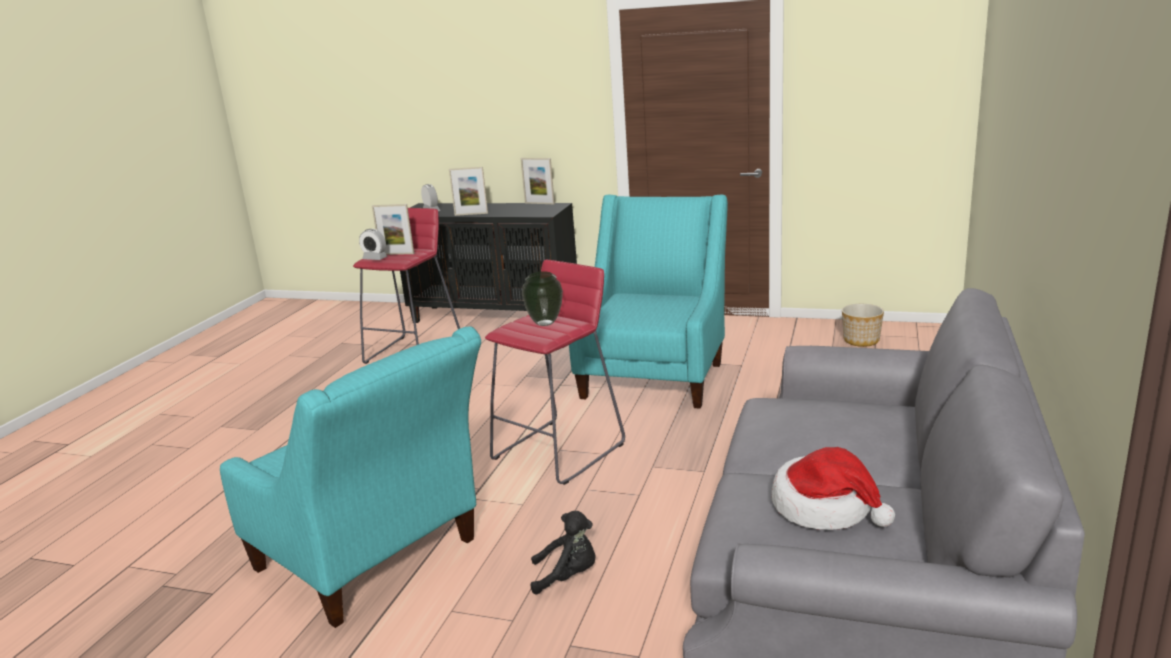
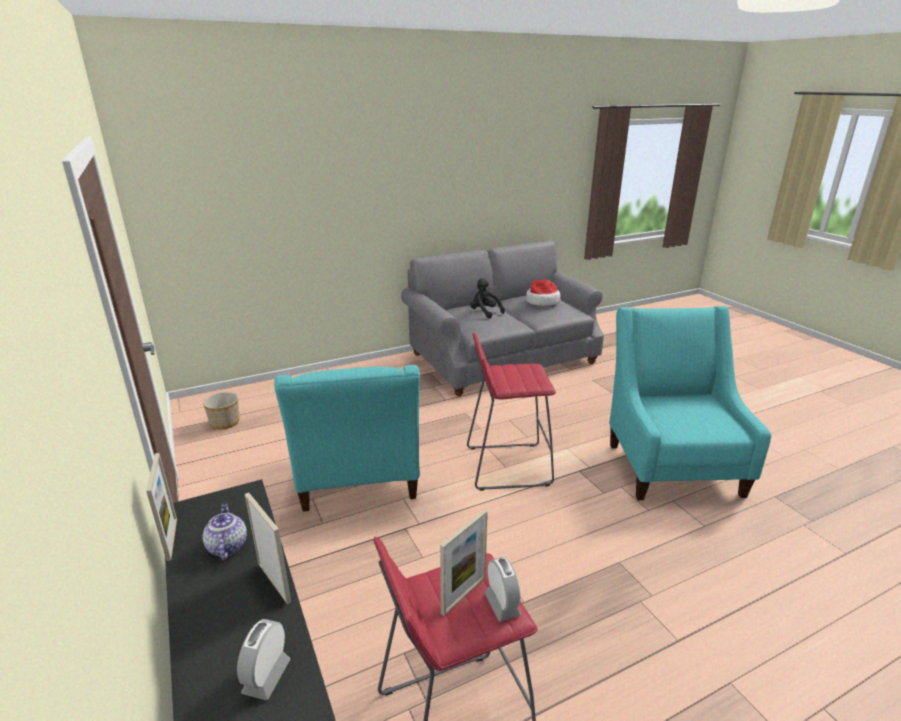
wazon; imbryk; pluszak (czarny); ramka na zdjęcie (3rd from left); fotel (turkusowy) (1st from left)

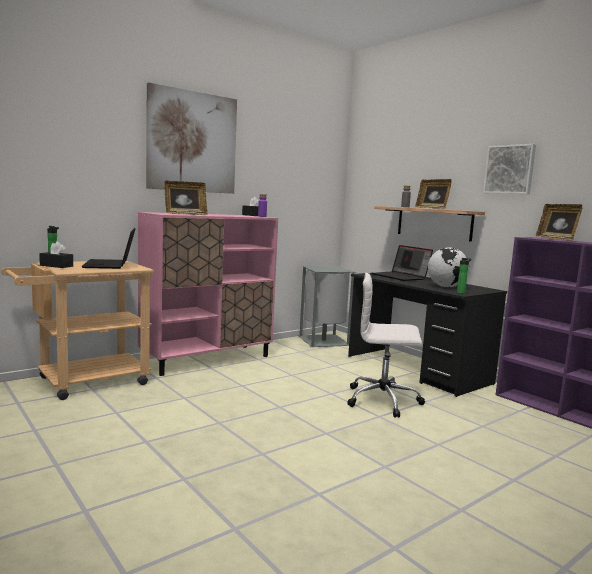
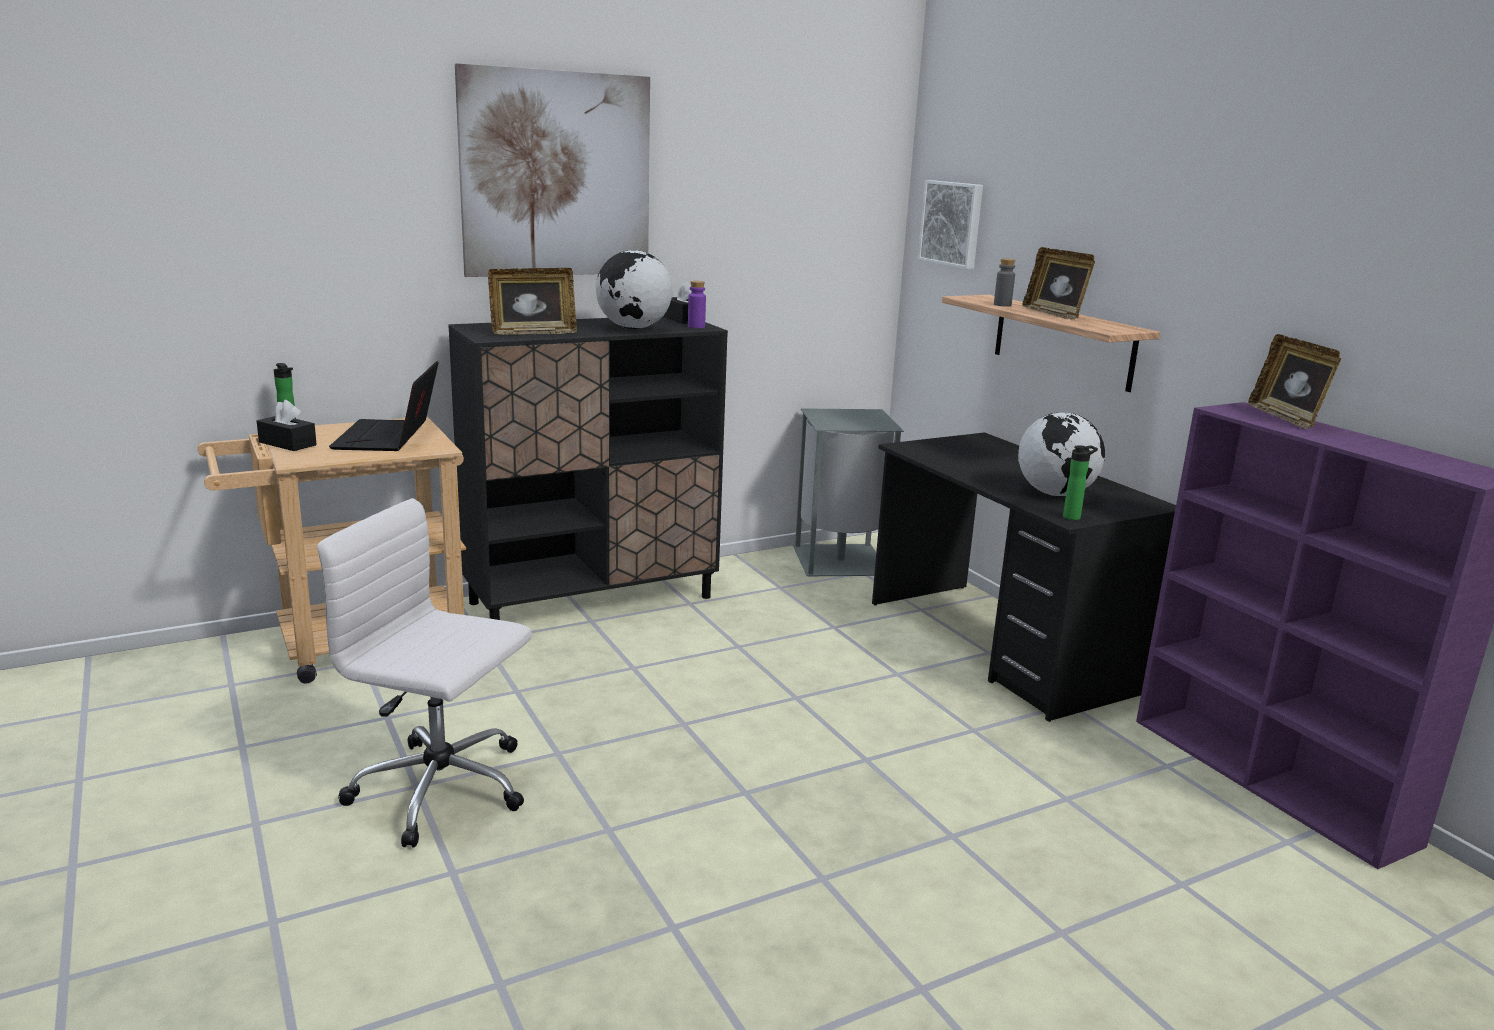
laptop (2nd from left in the first image); globus (1st from left); krzesło biurowe (biały); obraz (2nd from left); szafka (czarny)

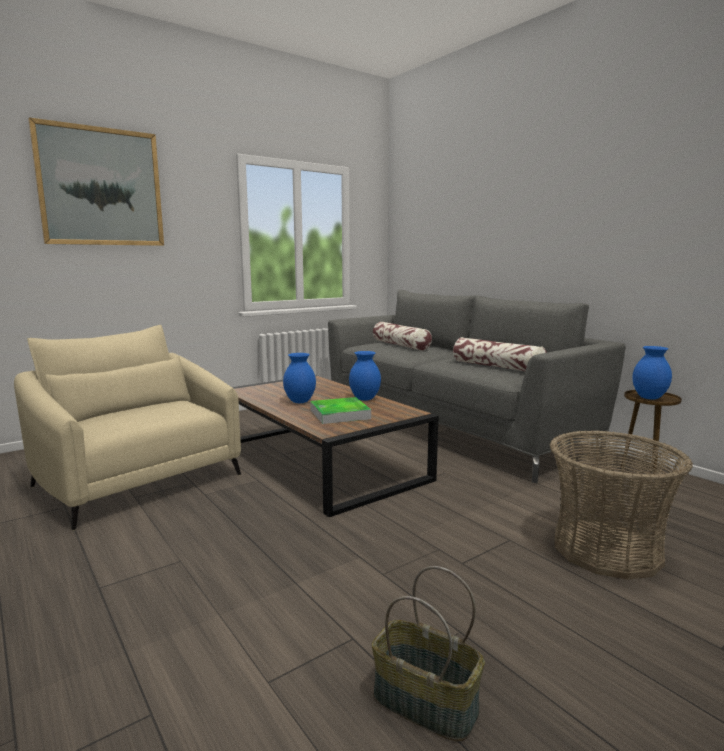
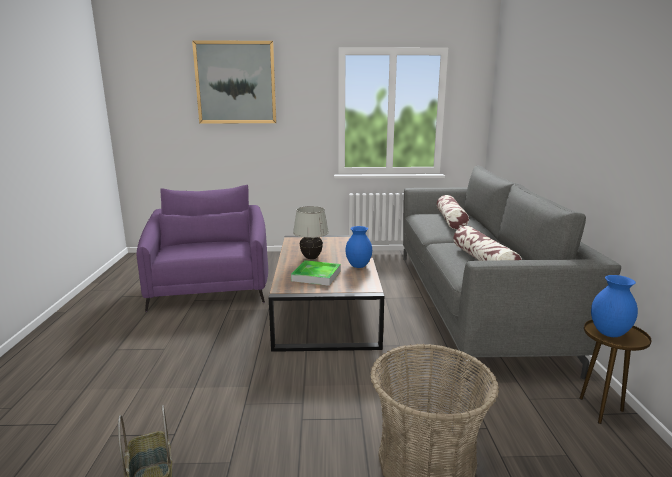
lampa stołowa (biały); fotel (fioletowy)

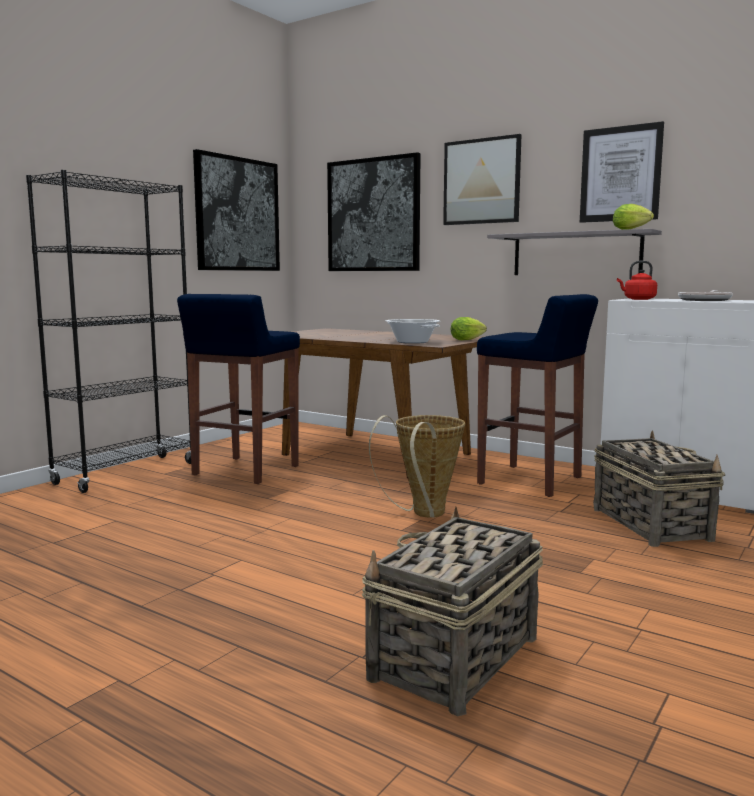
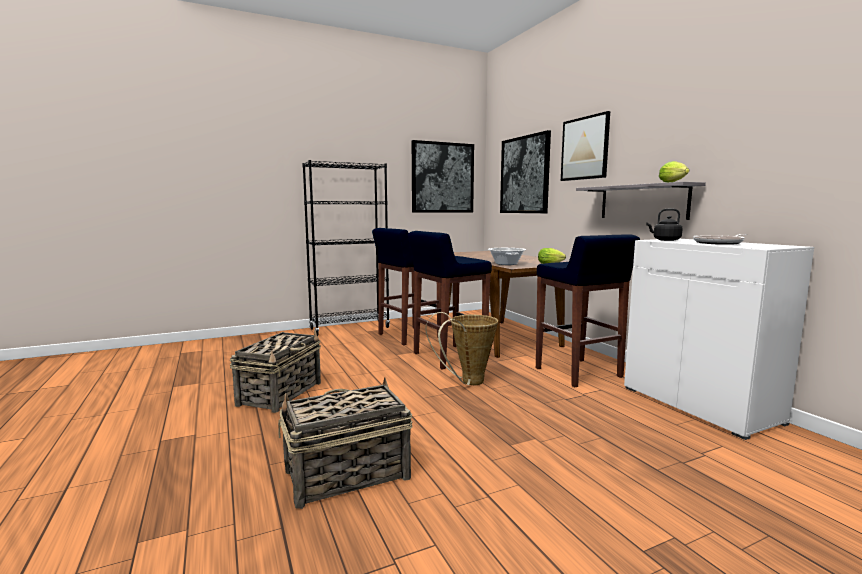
obraz (4th from left in the first image); stołek (niebieski) (2nd from left); koszyk (1st from left); czajnik (czarny)

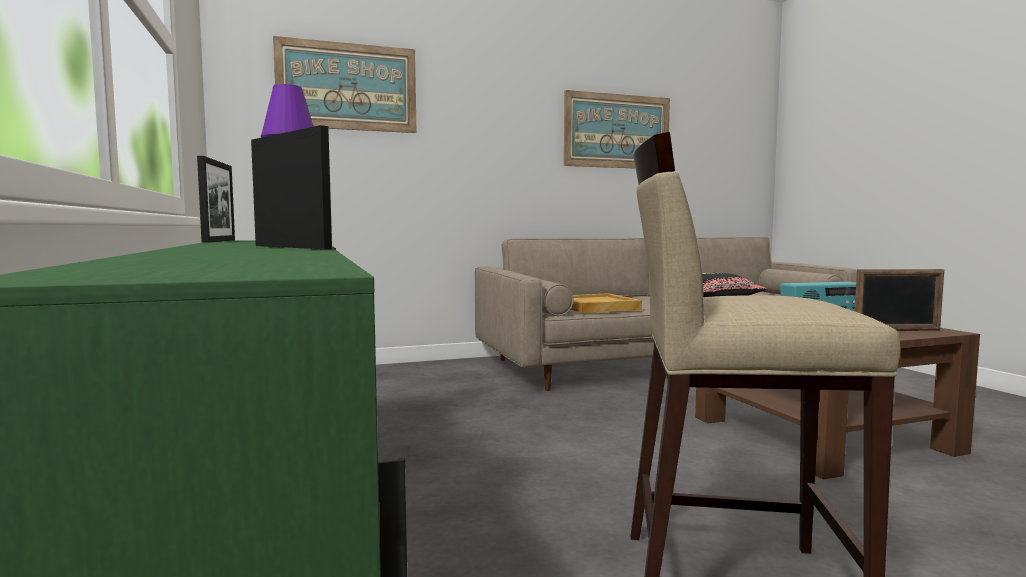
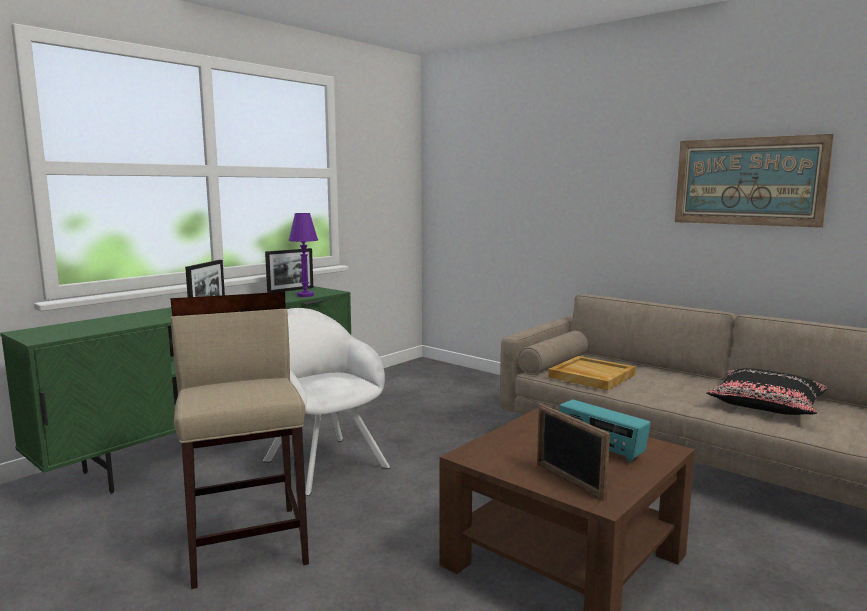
obraz (1st from left in the first image); fotel (biały)

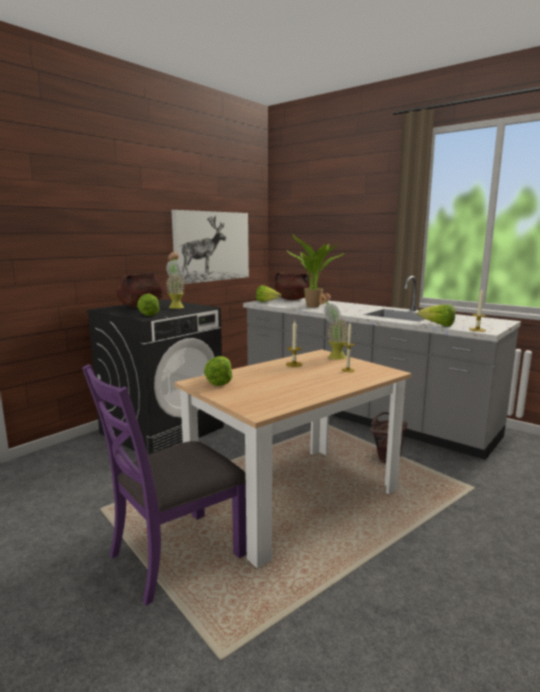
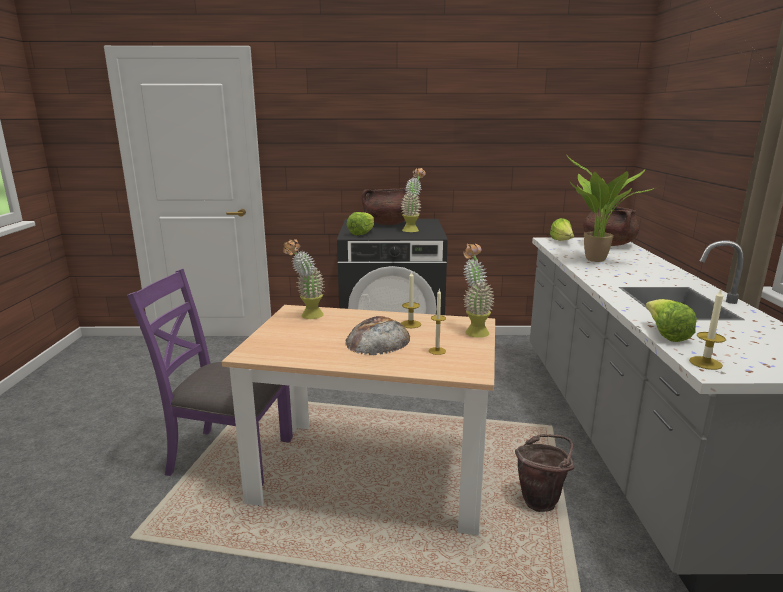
obraz; chleb; roślina doniczkowa (1st from left)

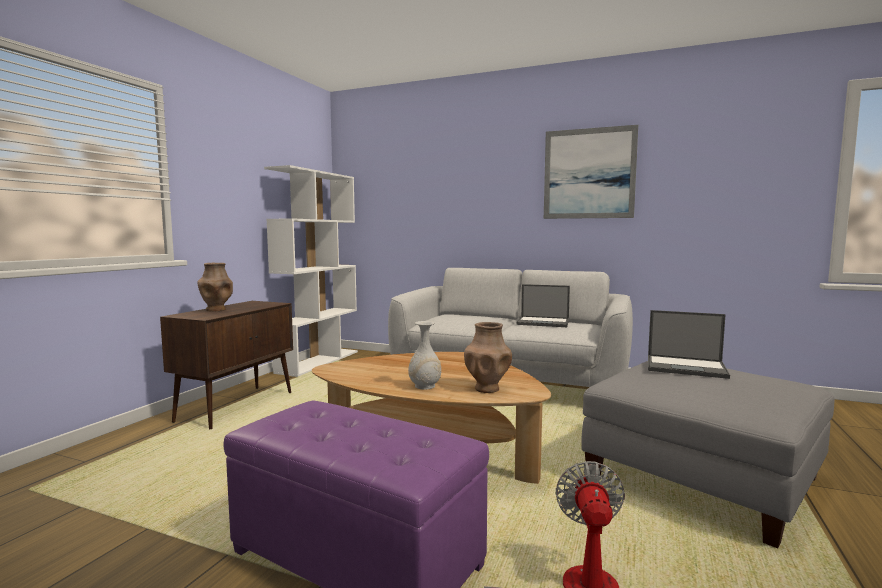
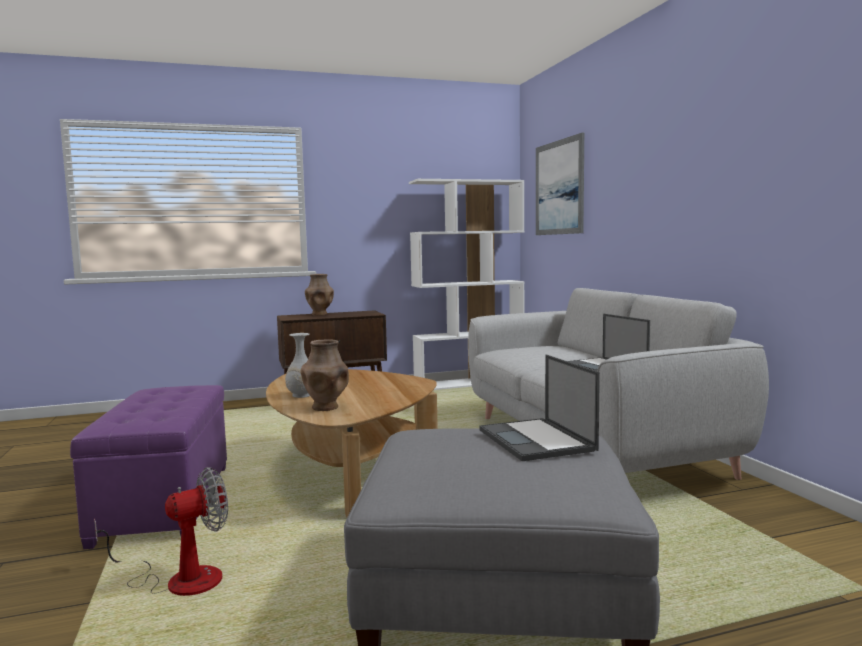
obraz

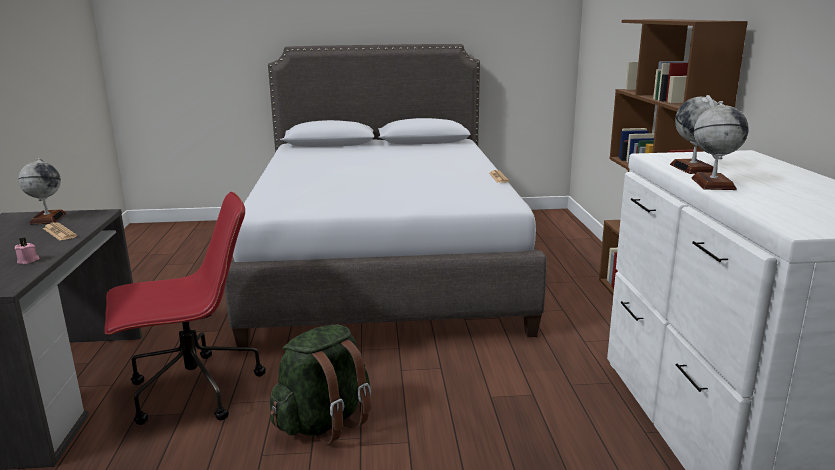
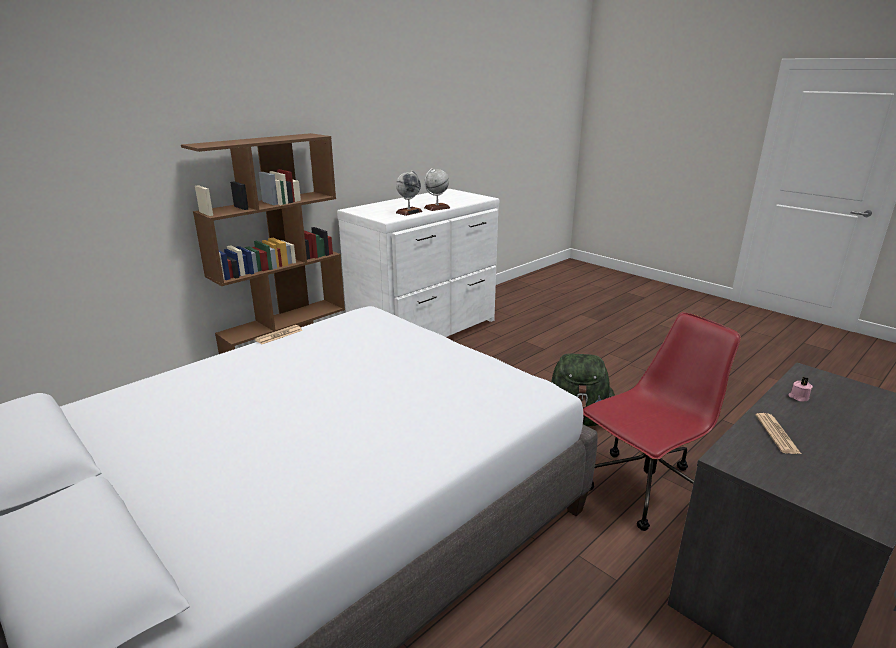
globus (1st from left in the first image); krzesło biurowe (czerwony)

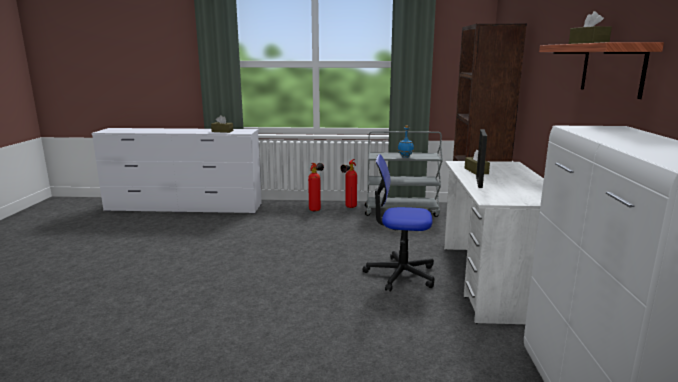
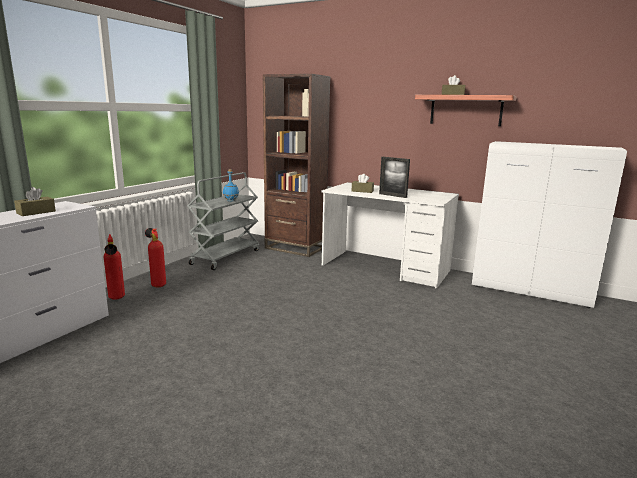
krzesło biurowe; gaśnica (1st from left)

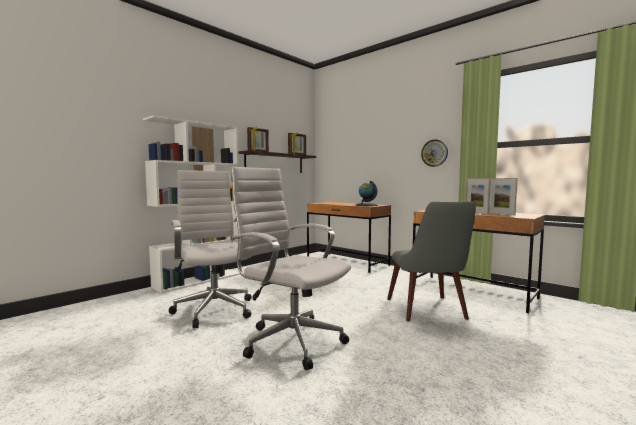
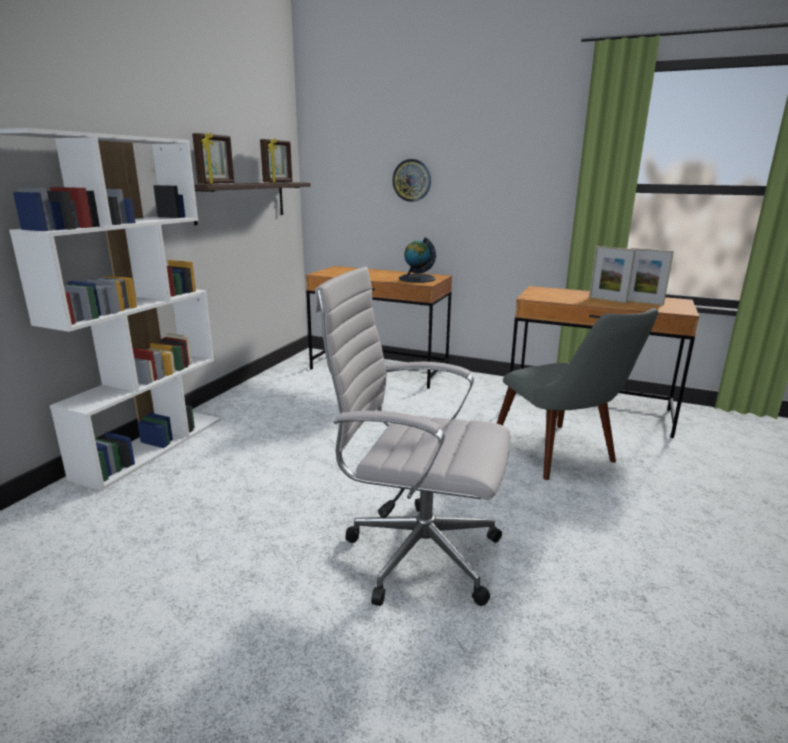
krzesło biurowe (biały) (1st from left in the first image); zegar ścienny

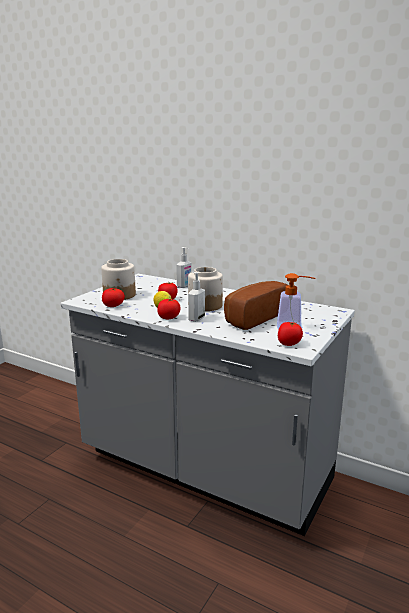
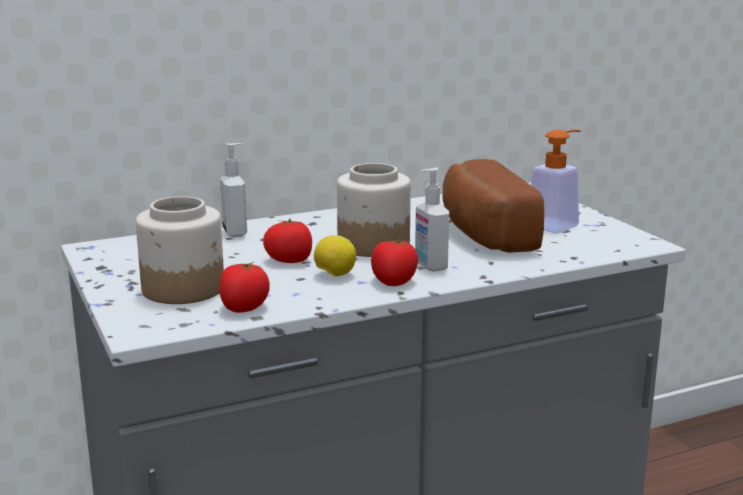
pomidor (4th from left in the first image)

